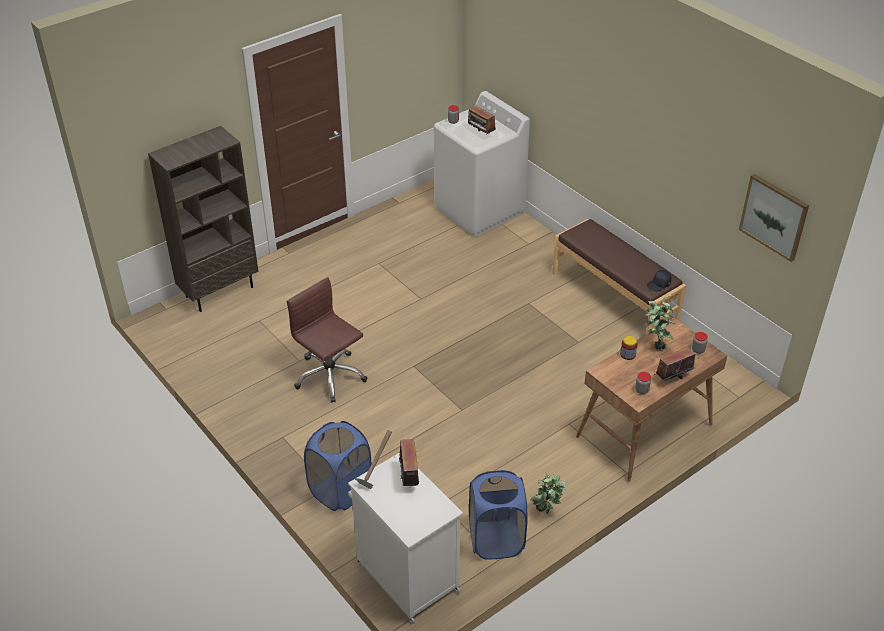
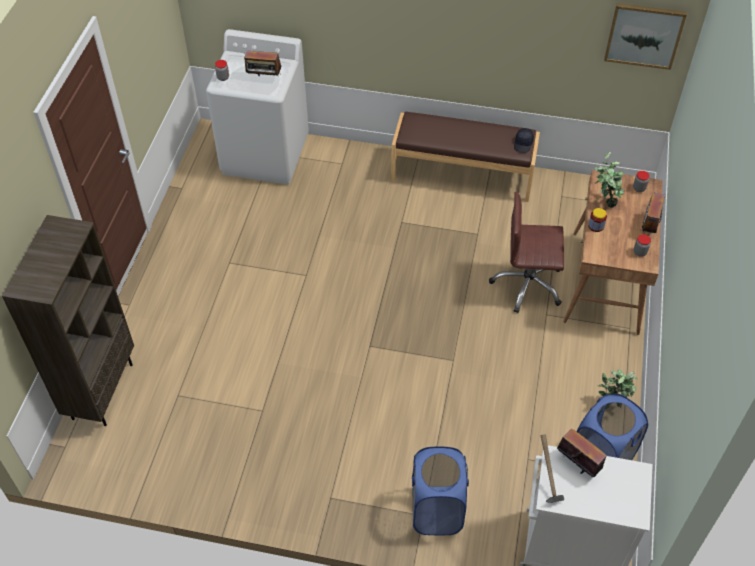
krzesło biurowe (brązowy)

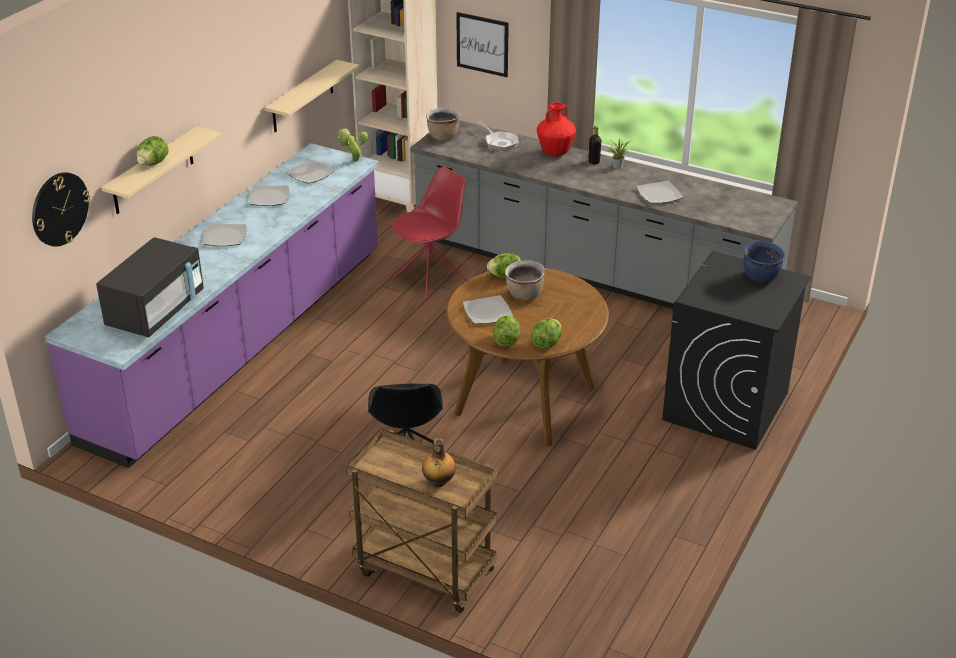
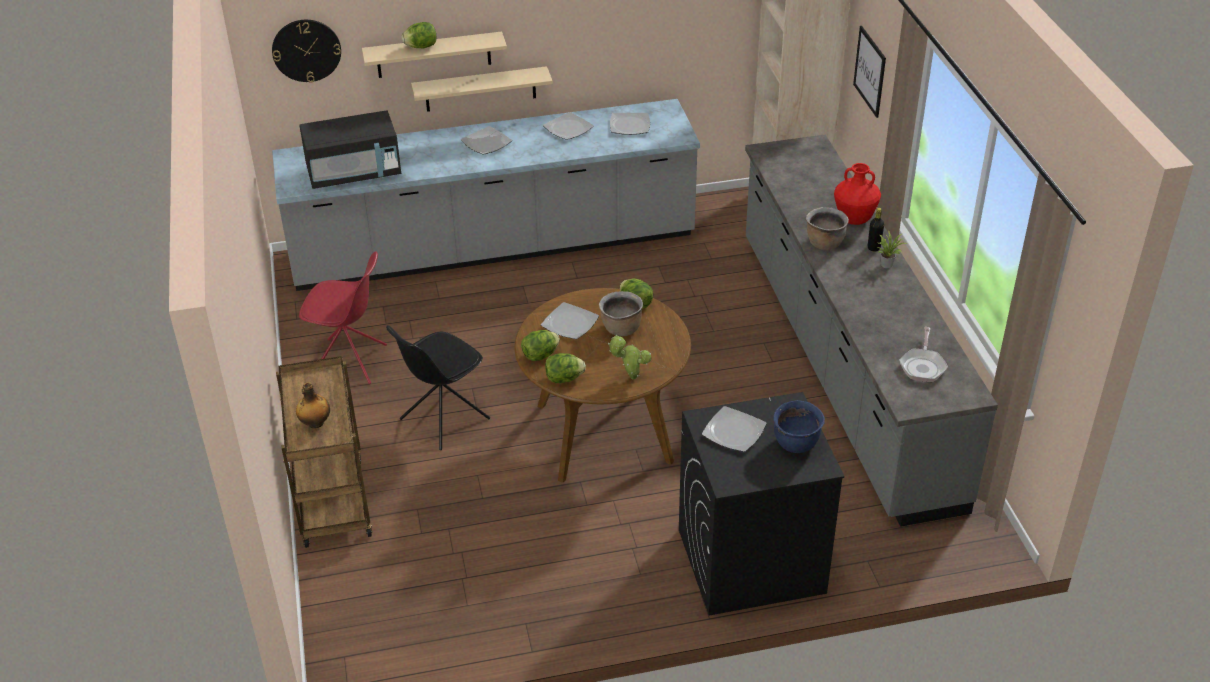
półka (beżowy) (2nd from left); roślina doniczkowa (1st from left); krzesło (czerwony); garnek (brązowy) (2nd from left); patelnia; talerz (5th from left); zabudowa kuchenna (szary) (1st from left)

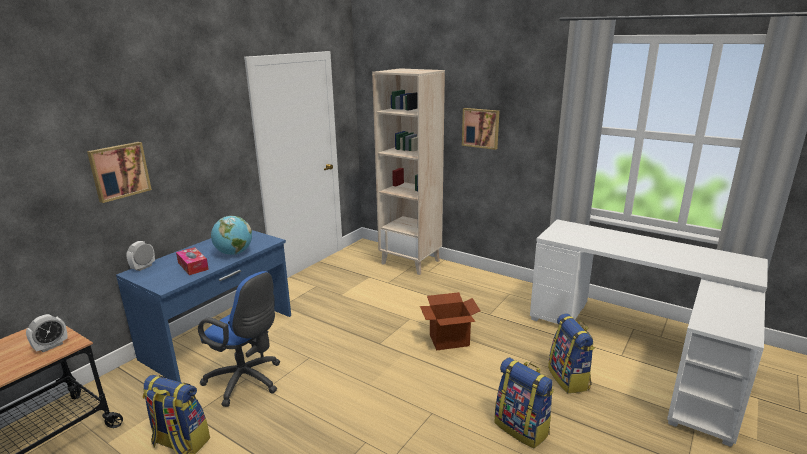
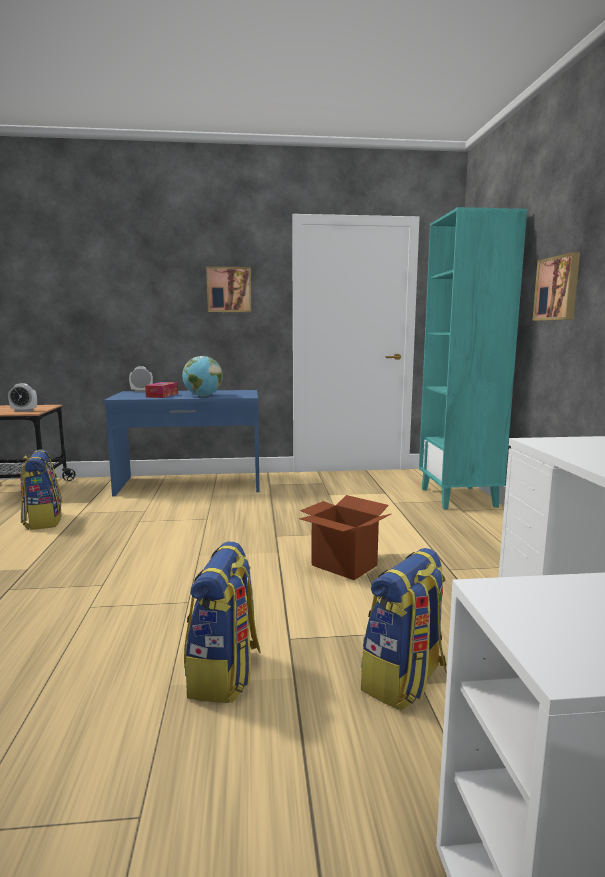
krzesło biurowe (niebieski); obraz (1st from left); regał (turkusowy)

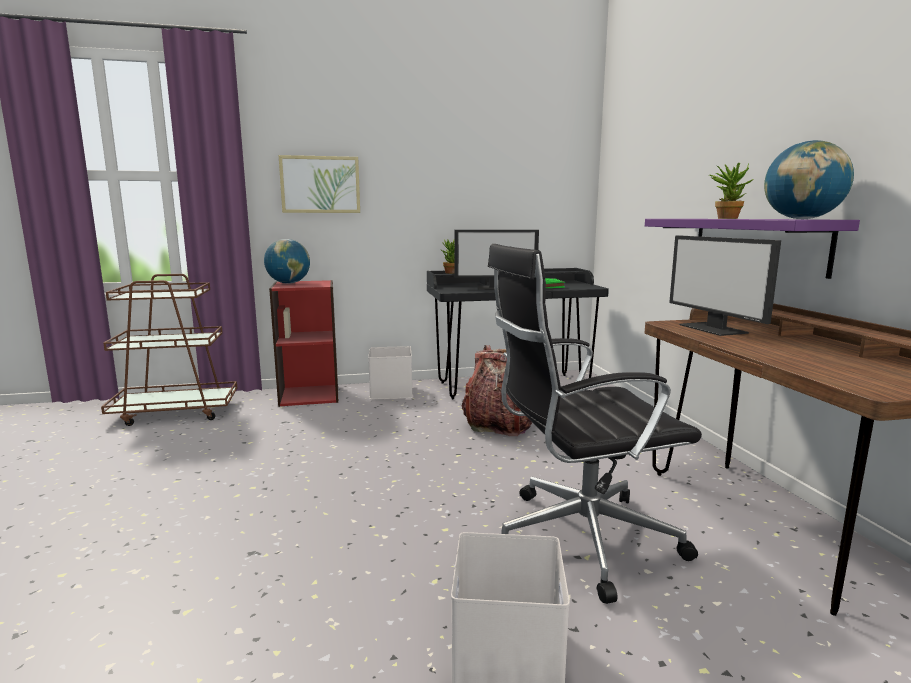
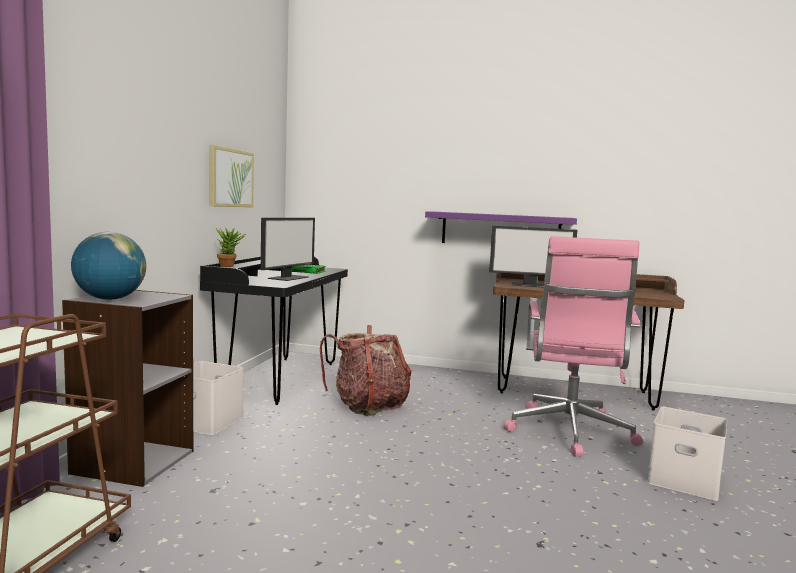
roślina doniczkowa (2nd from left in the first image); globus (2nd from left in the first image); obraz; regał (szary); krzesło biurowe (różowy)

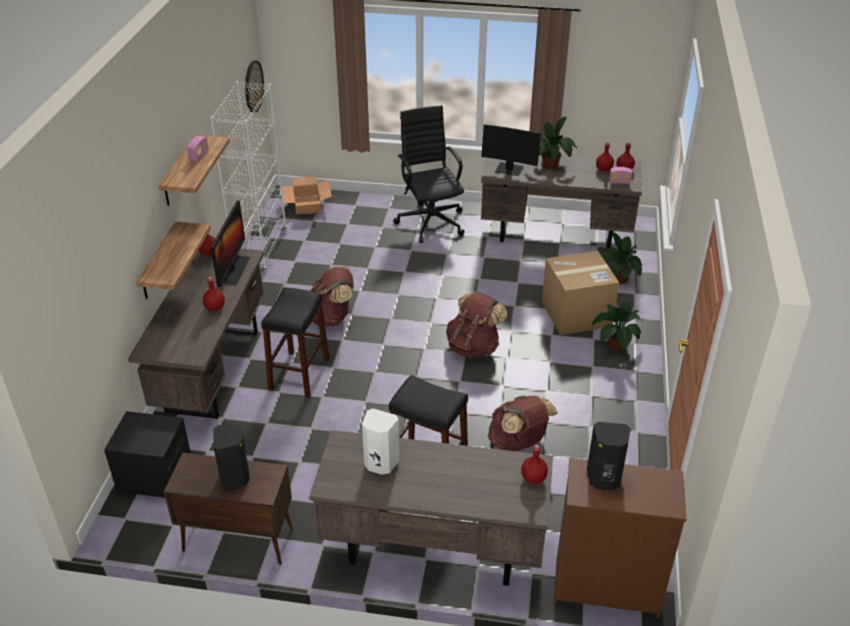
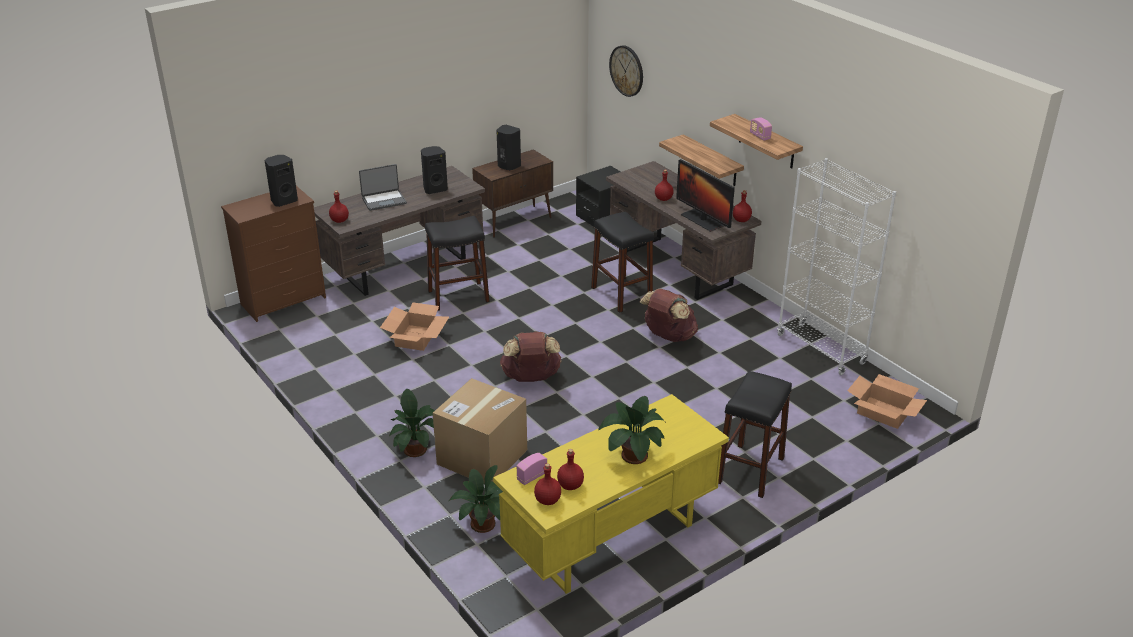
monitor (2nd from left in the first image); laptop; zegar ścienny; stołek (czarny) (3rd from left); karton (1st from left); głośnik (czarny) (2nd from left); biurko (żółty)

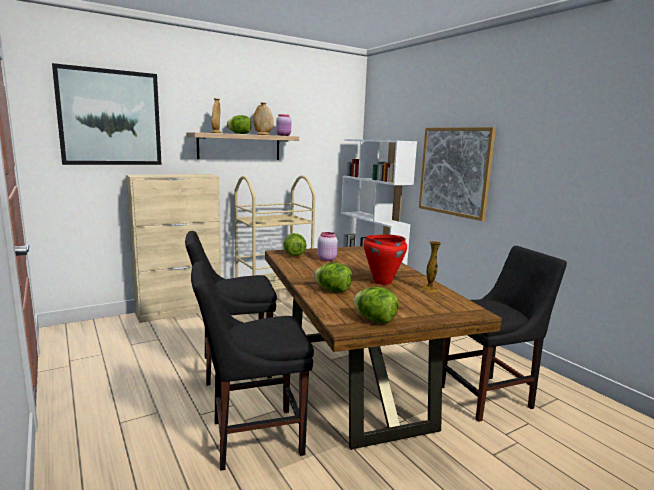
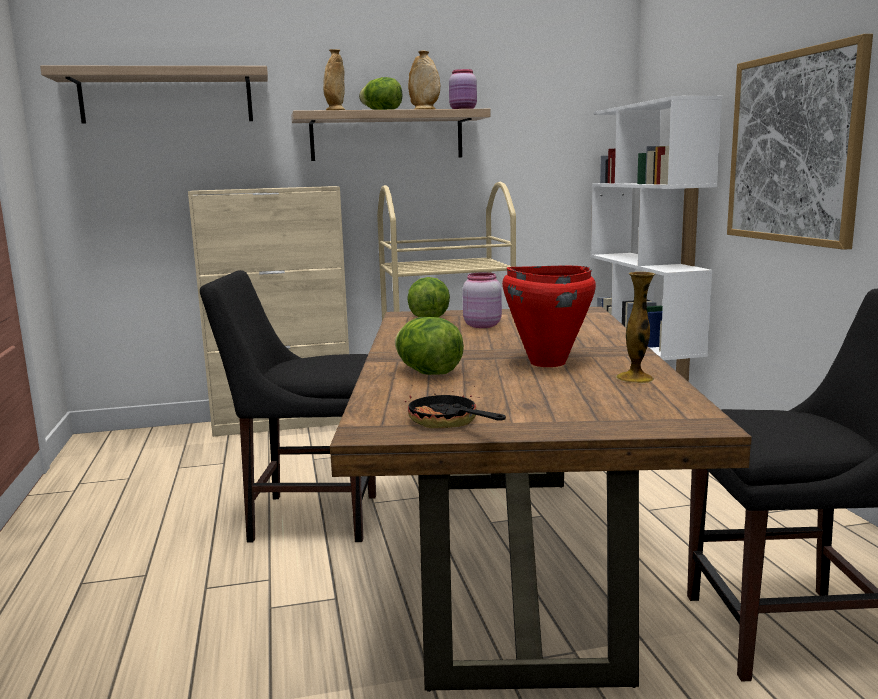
krzesło (czarny) (2nd from left in the first image); półka (1st from left); patelnia

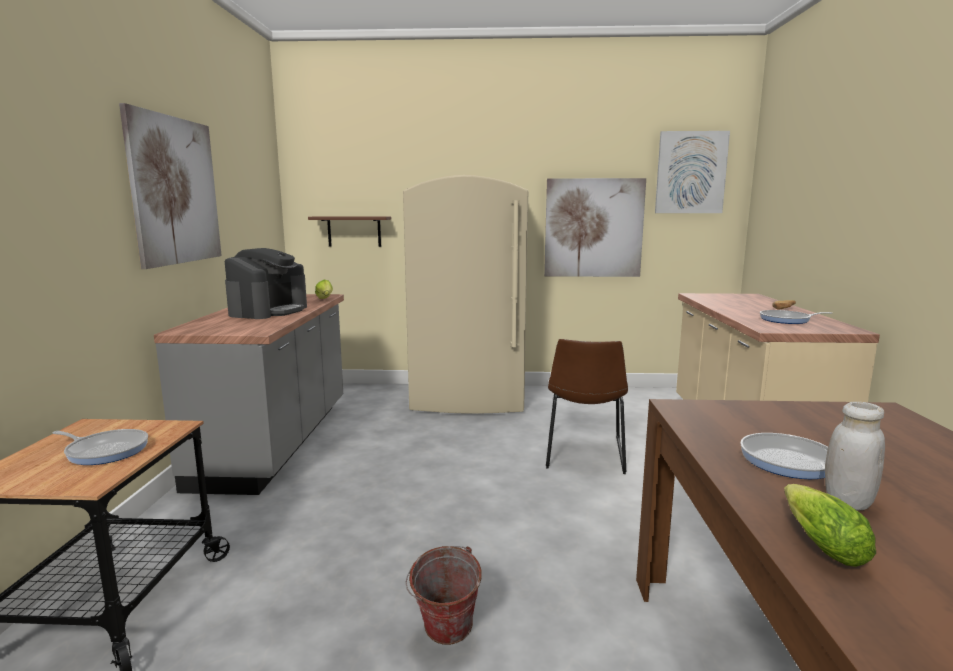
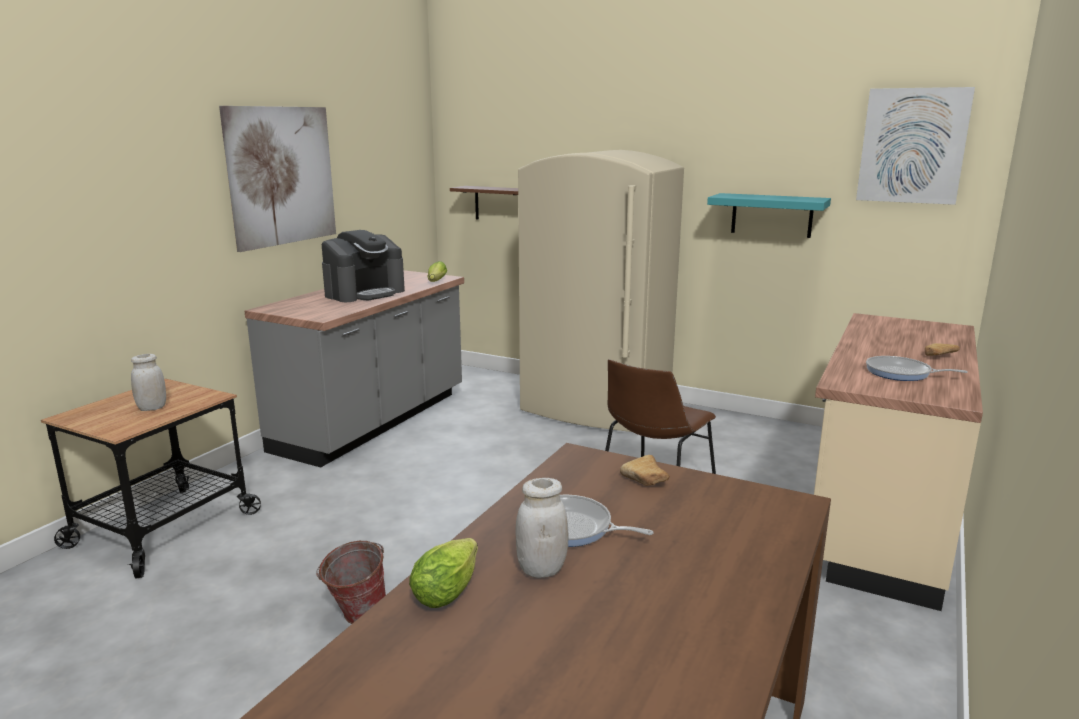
chleb (1st from left); słoik (biały) (1st from left); półka (turkusowy)

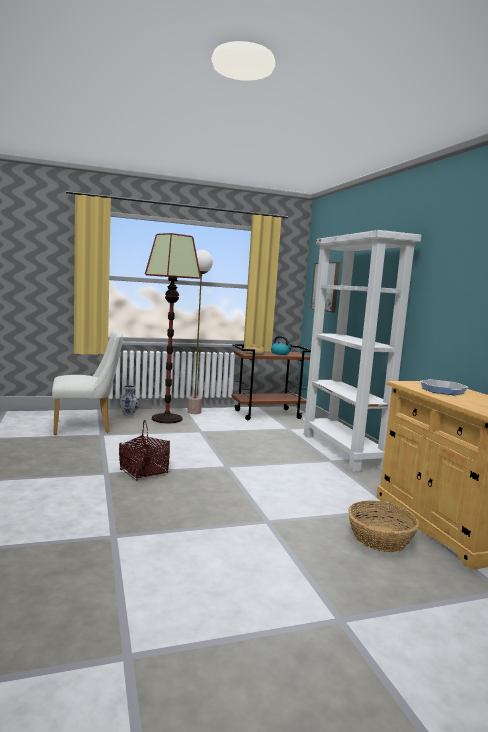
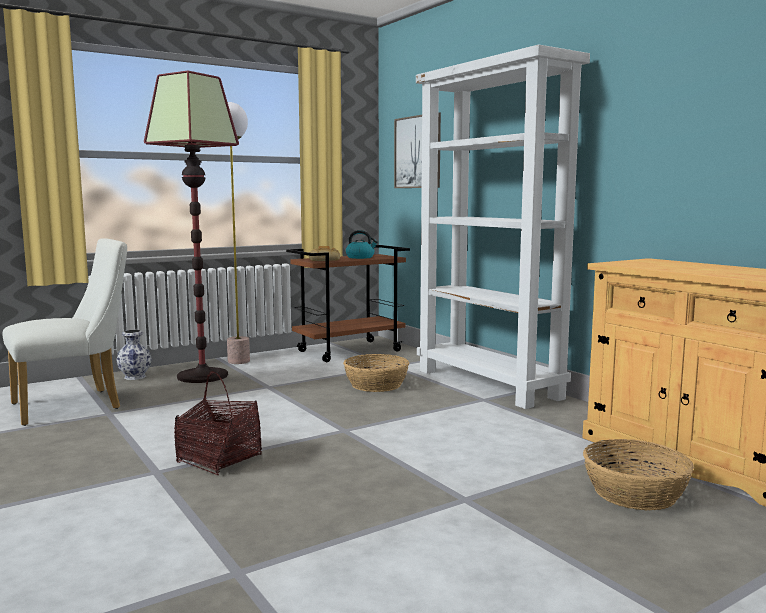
patelnia; koszyk (2nd from left)

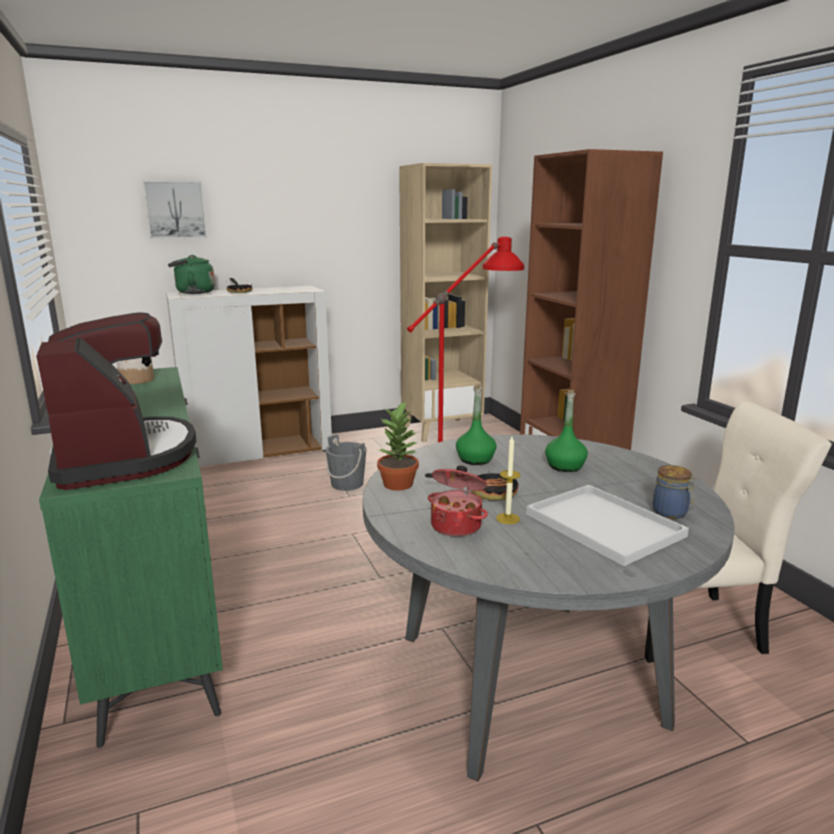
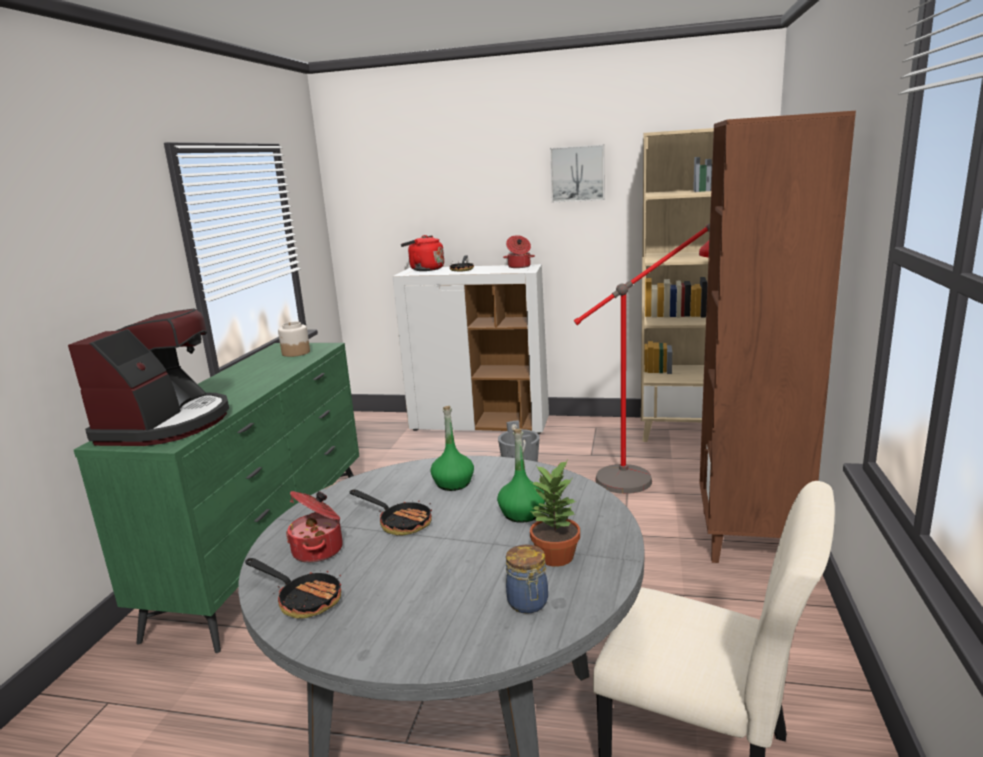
świeca; taca (biały); patelnia (1st from left); garnek (2nd from left); obraz; roślina doniczkowa; czajnik (czerwony)

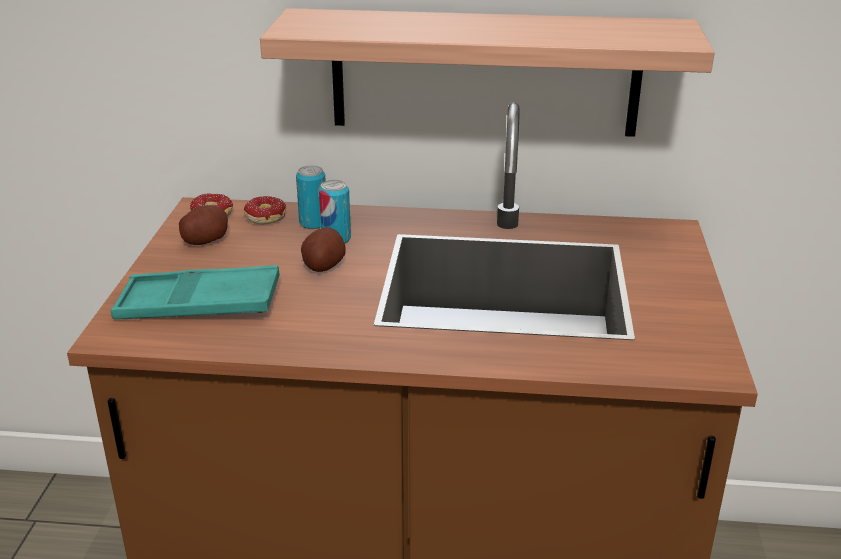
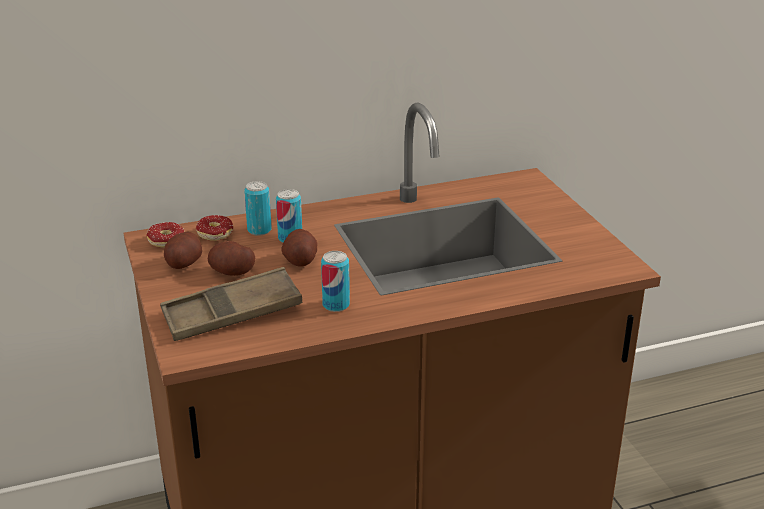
półka; ziemniak (2nd from left); puszka (3rd from left); taca (brązowy)

